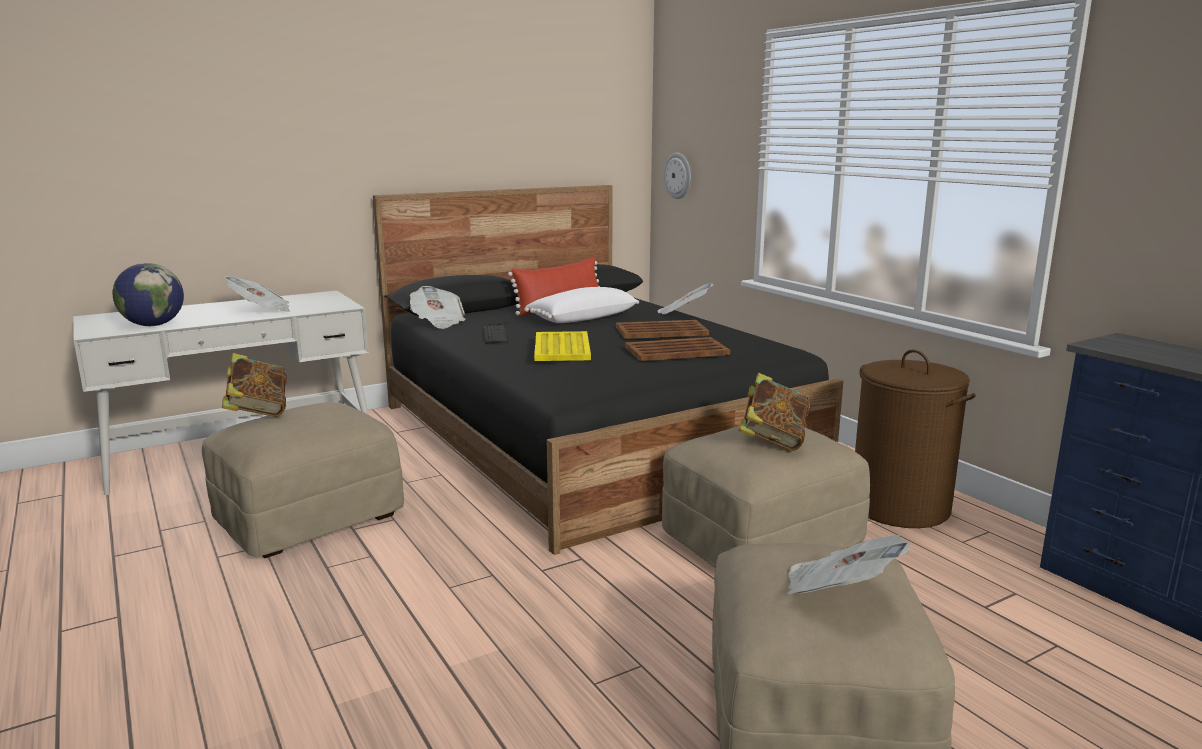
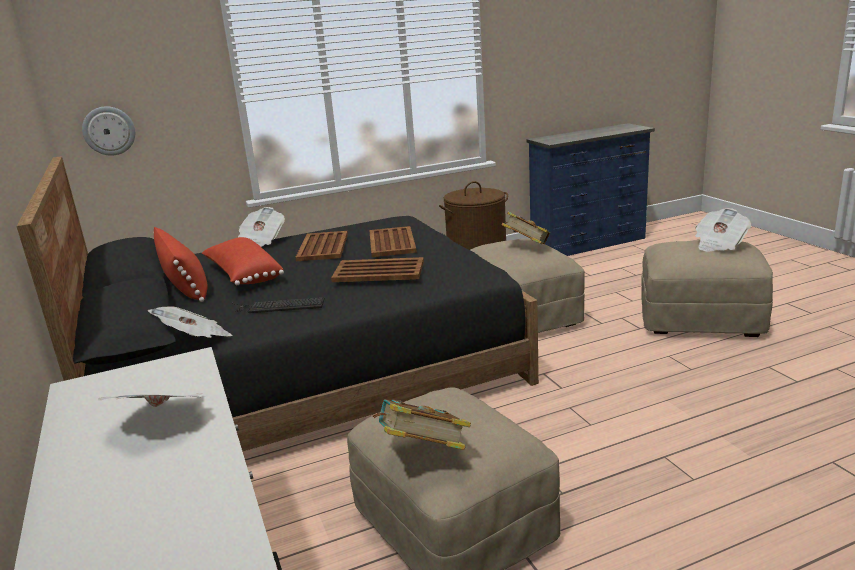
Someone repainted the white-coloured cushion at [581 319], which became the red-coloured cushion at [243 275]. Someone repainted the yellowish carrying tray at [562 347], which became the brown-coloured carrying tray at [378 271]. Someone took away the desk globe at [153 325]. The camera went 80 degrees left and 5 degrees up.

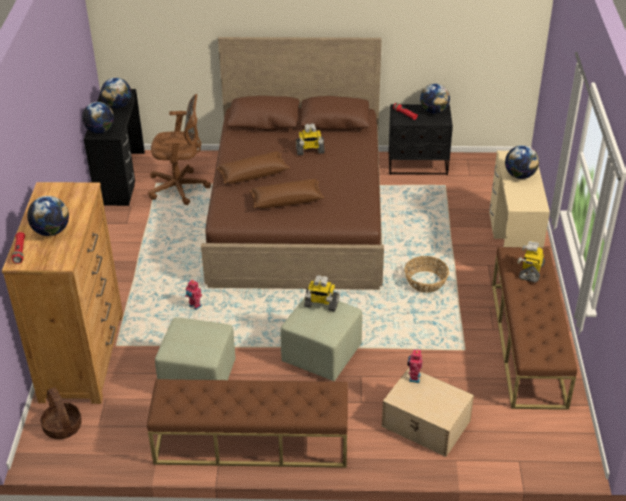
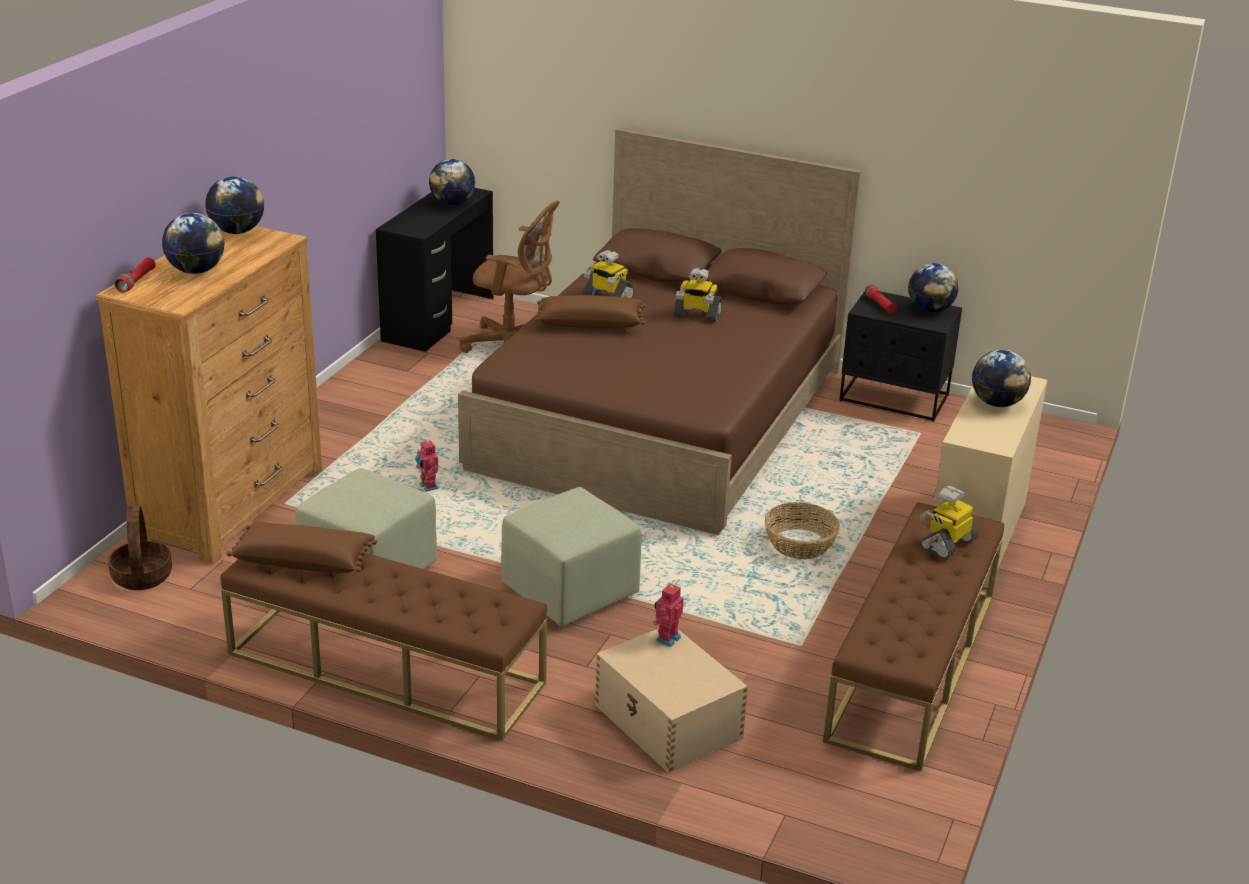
Someone carried the desk globe from [100 130] to [237 231]. Someone carried the brown-coloured cushion from [286 200] to [304 560]. Someone carried the model robot from [321 304] to [607 296]. The camera went 20 degrees right and 10 degrees down.

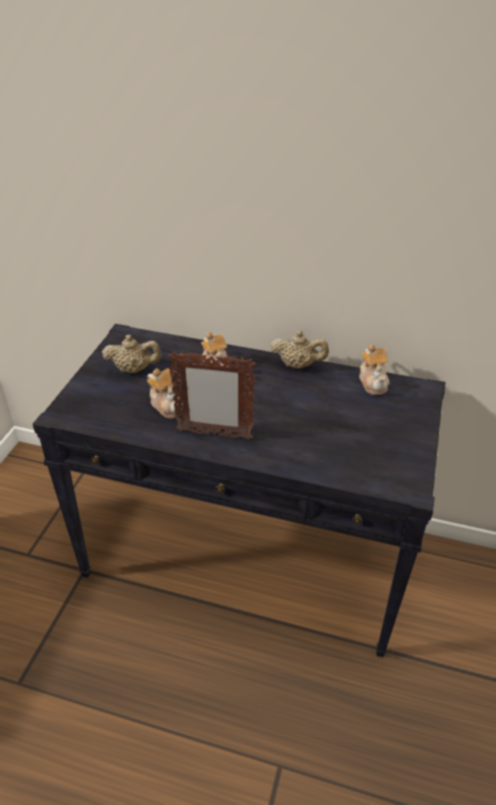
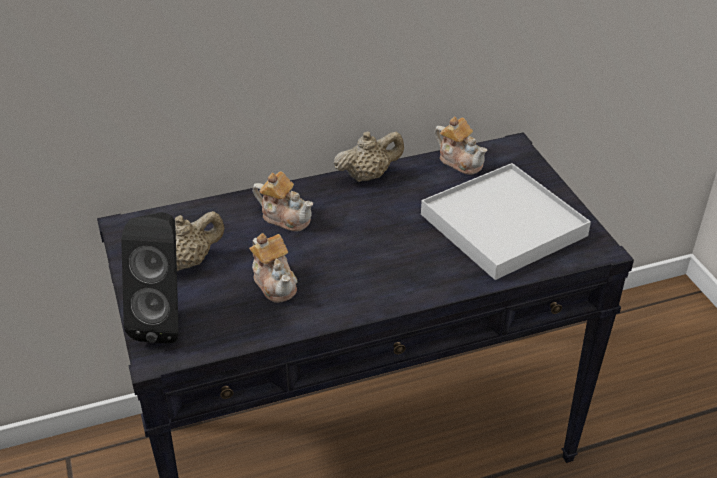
Someone put down the black speaker at [165 320]. Someone rotated the teapot at [167 405] by 45 degrees clockwise. Someone put down the white-coloured carrying tray at [502 225]. Someone took away the picture frame at [214 435]. The camera went 35 degrees left and 0 degrees up.

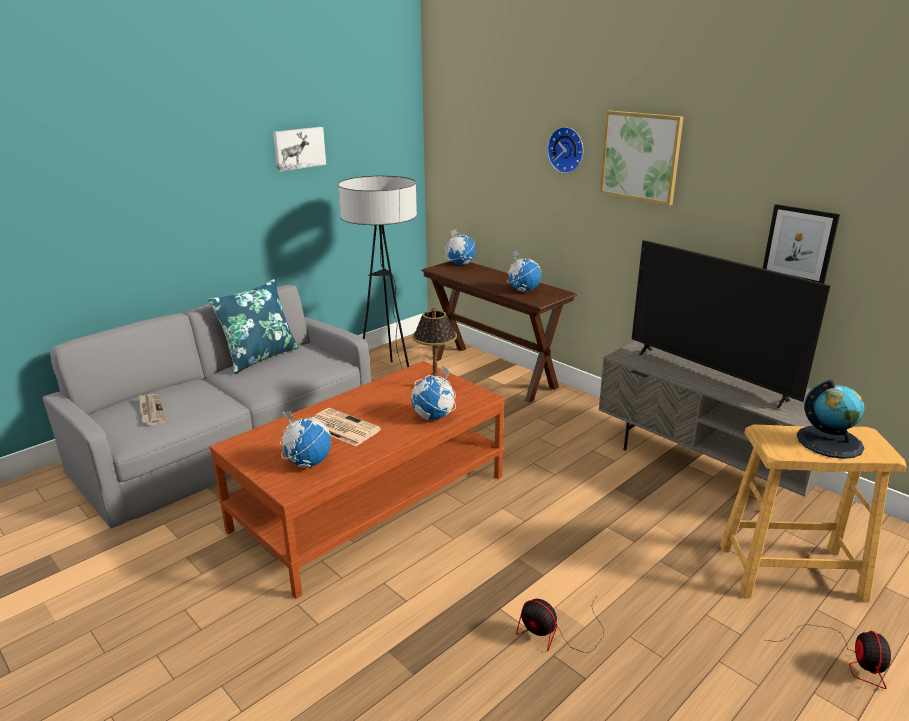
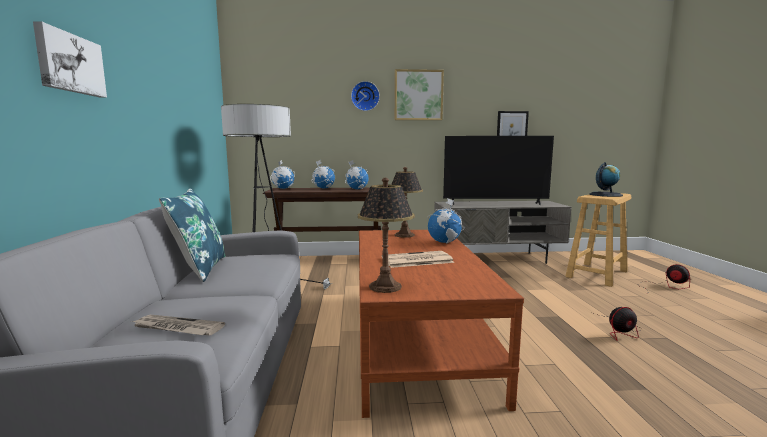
Someone carried the picture from [298 148] to [69 63]. Someone carried the desk globe from [308 462] to [323 188]. Someone put down the lamp for a table at [385 286]. The camera went 50 degrees left and 15 degrees down.

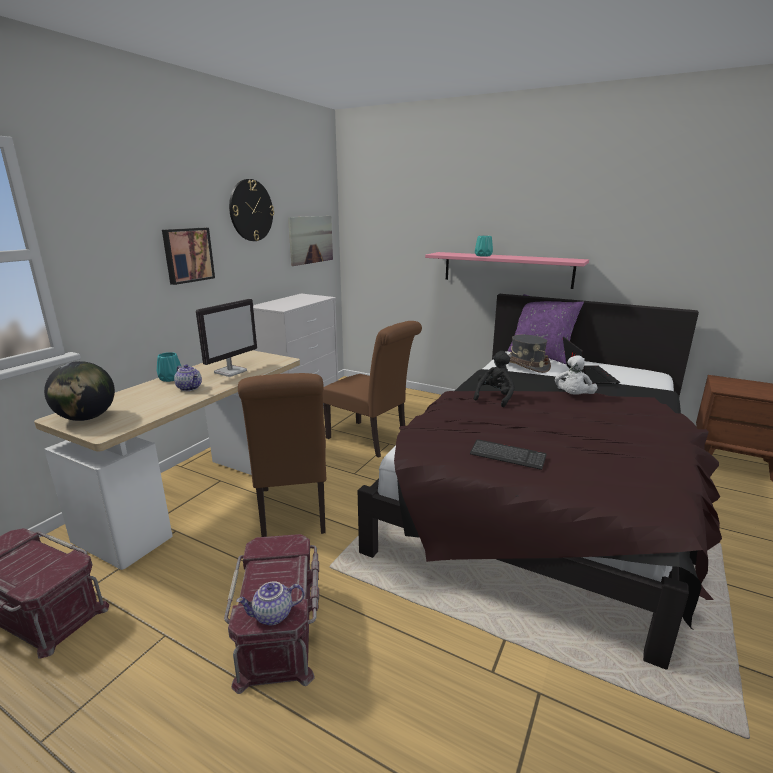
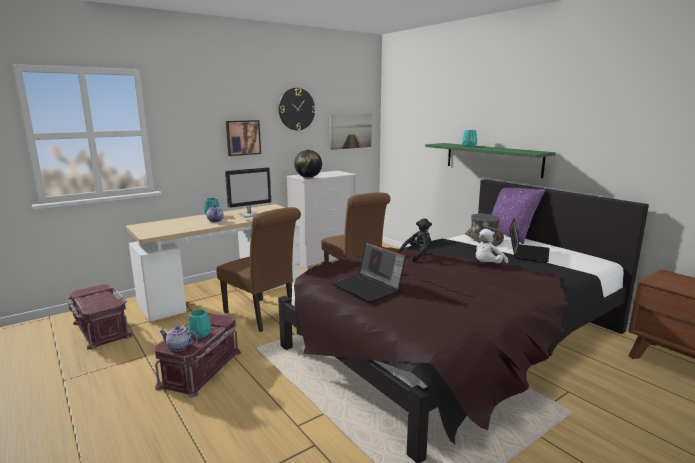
Someone put down the blue-green decorative vase at [201 334]. Someone rotated the brown-coloured upright chair at [293 513] by 60 degrees counterclockwise. Someone carried the desk globe from [87 418] to [308 177]. Someone swapped the keyboard at [507 456] for the laptop at [369 288]. Someone repainted the pinkish shelf at [507 269], which became the green shelf at [492 159]. The camera went 25 degrees right and 5 degrees down.

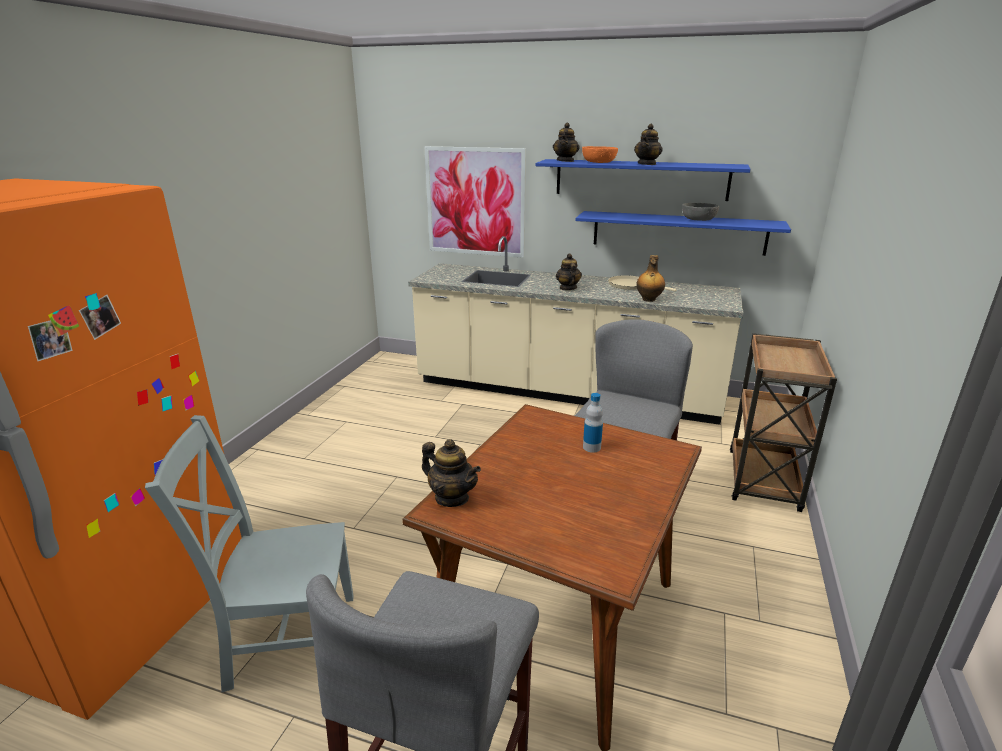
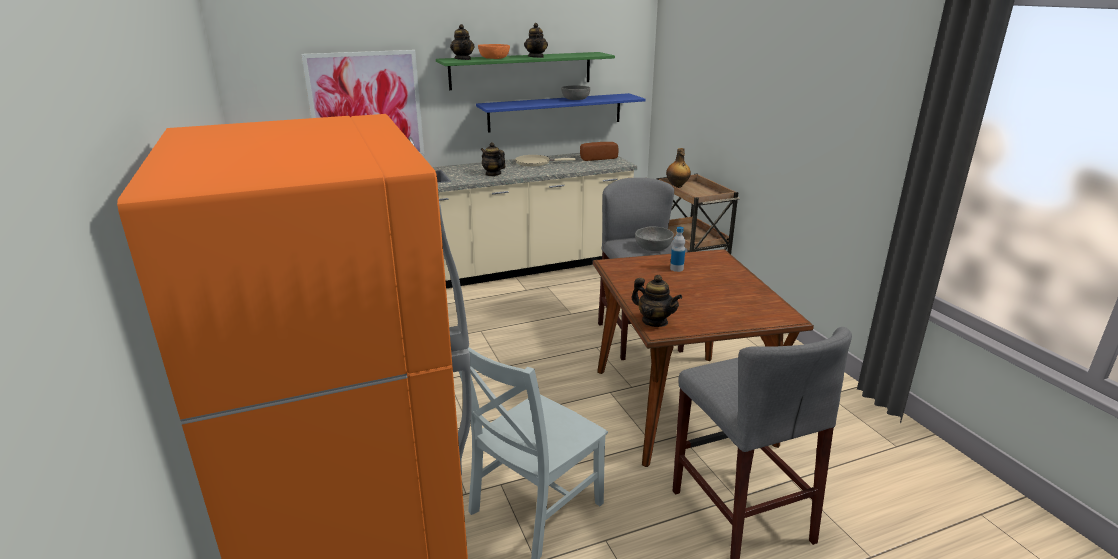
Someone repainted the blue-coloured shelf at [640 179], which became the green shelf at [521 70]. Someone put down the bread at [597 158]. Someone rotated the teapot at [452 497] by 45 degrees clockwise. Someone put down the grey deep dish at [653 247]. Someone carried the bottle from [648 300] to [677 186]. The camera went 40 degrees left and 0 degrees up.

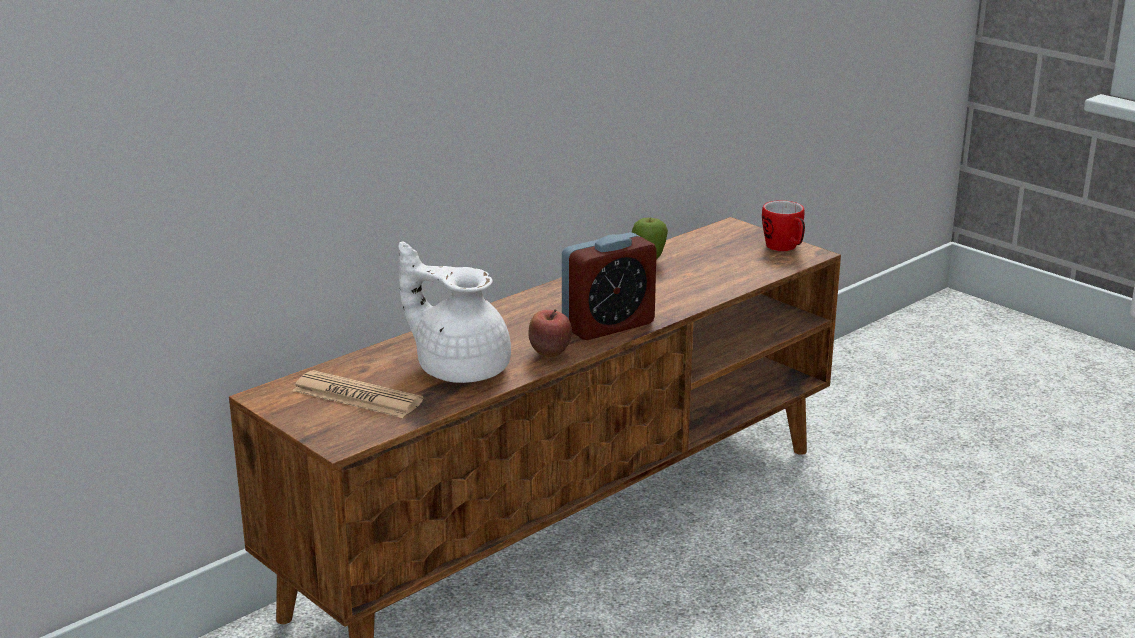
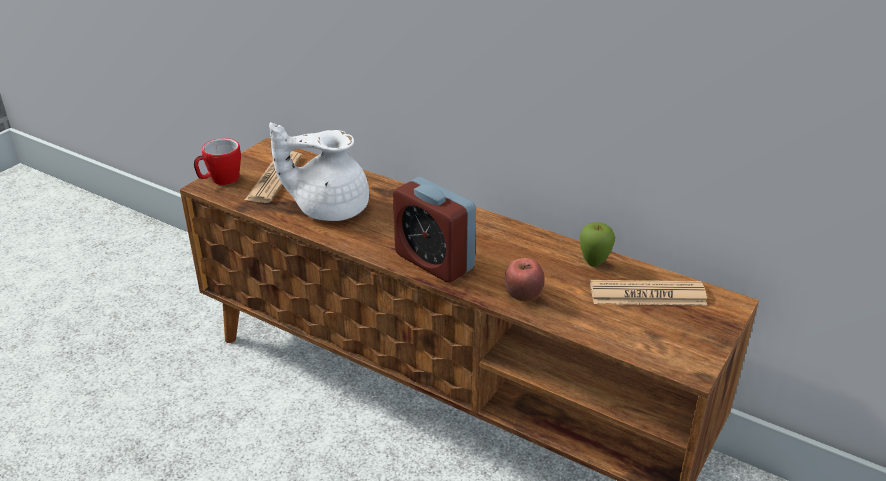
Someone carried the tea mug from [785 248] to [220 181]. Someone rotated the white-coloured teapot at [460 368] by 105 degrees counterclockwise. Someone carried the apple fruit from [549 354] to [523 297]. Someone put down the daily paper at [647 294]. The camera went 75 degrees right and 10 degrees up.

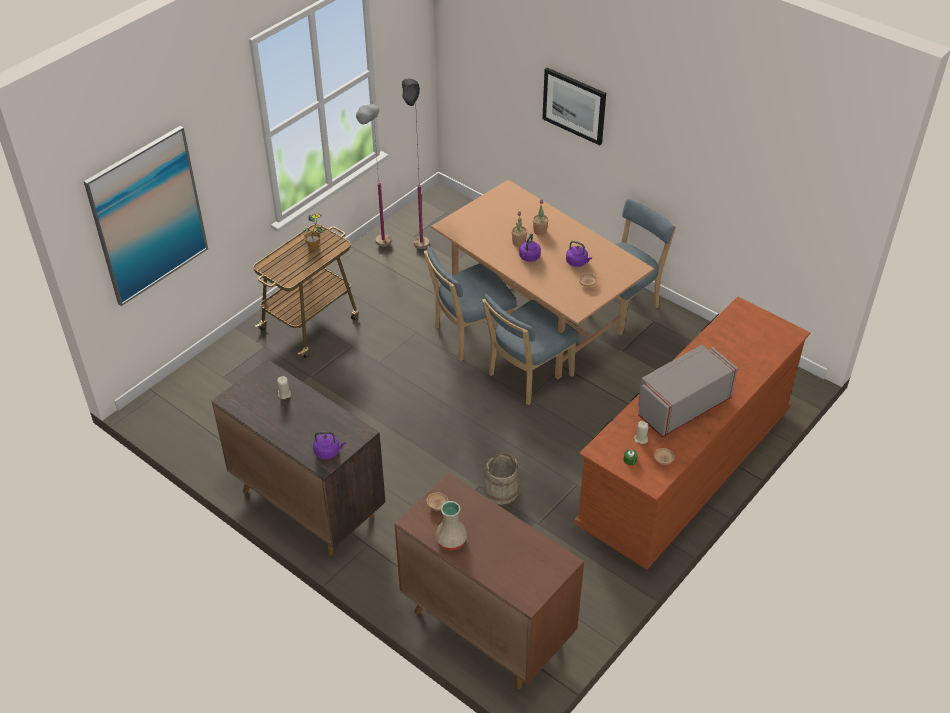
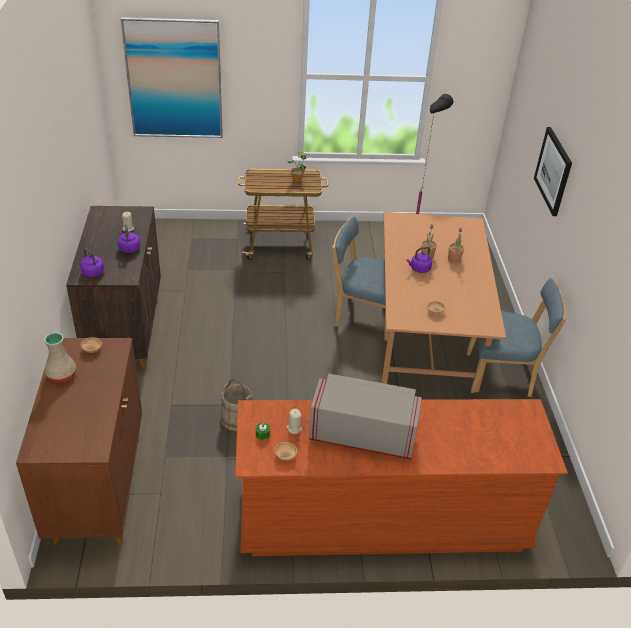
Someone carried the purple tea kettle from [577 262] to [129 249]. Someone took away the grey floor lamp at [380 253]. Someone took away the blue-coloured upright chair at [527 377]. The camera went 45 degrees right and 5 degrees down.

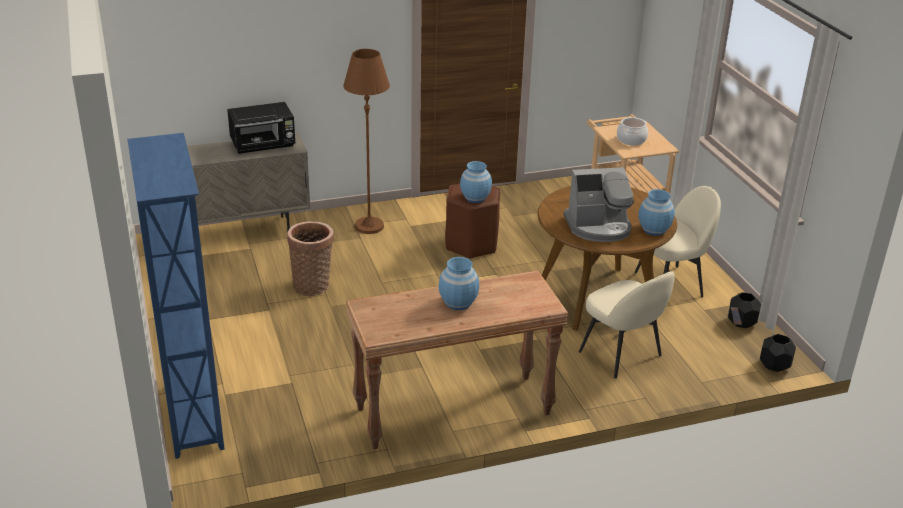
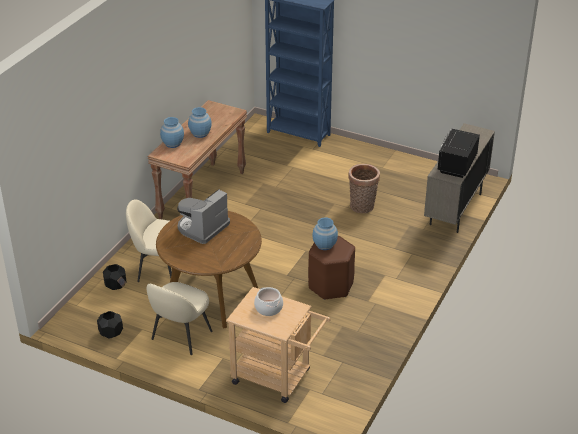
Someone carried the black planter from [774 366] to [116 285]. Someone carried the blue-coloured decorative vase from [654 229] to [172 143]. Someone took away the brown-coloured floor lamp at [369 226]. The camera went 135 degrees right and 5 degrees up.

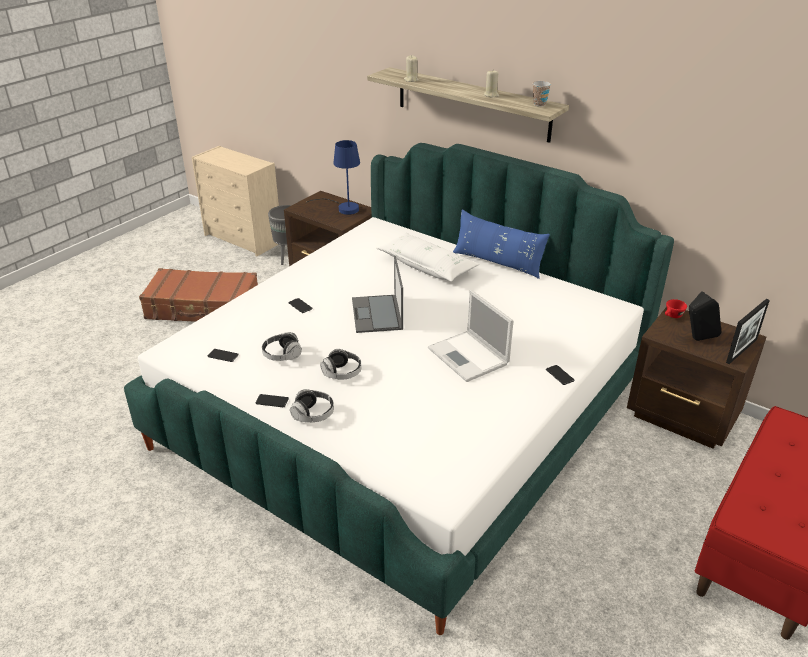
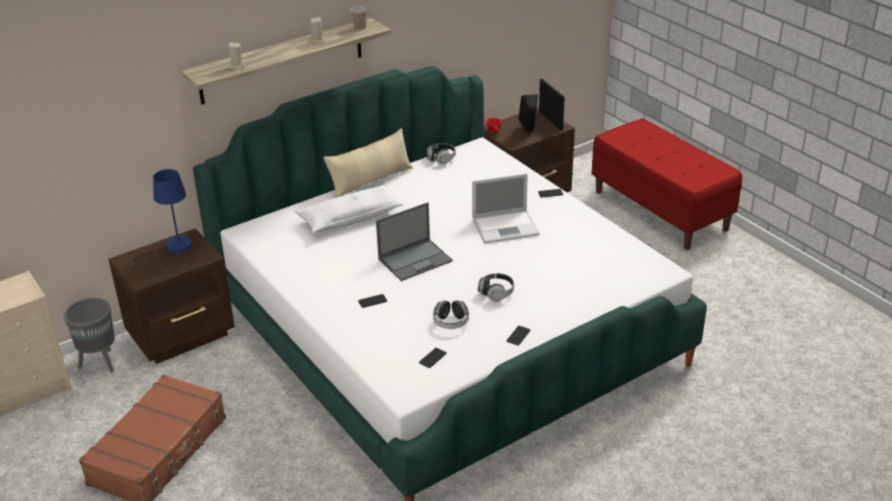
Someone repainted the blue-coloured cushion at [497 262], which became the beige cushion at [371 181]. Someone rotated the laptop at [377 314] by 45 degrees counterclockwise. Someone carried the headphones from [313 414] to [441 159]. The camera went 70 degrees left and 0 degrees up.

